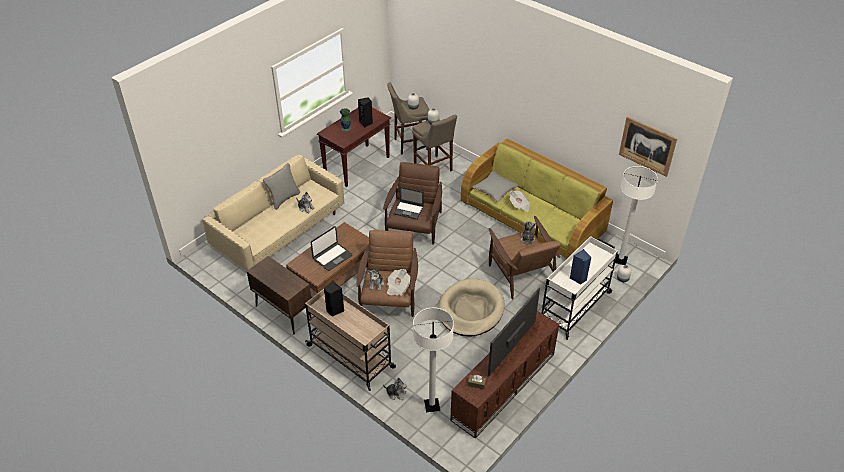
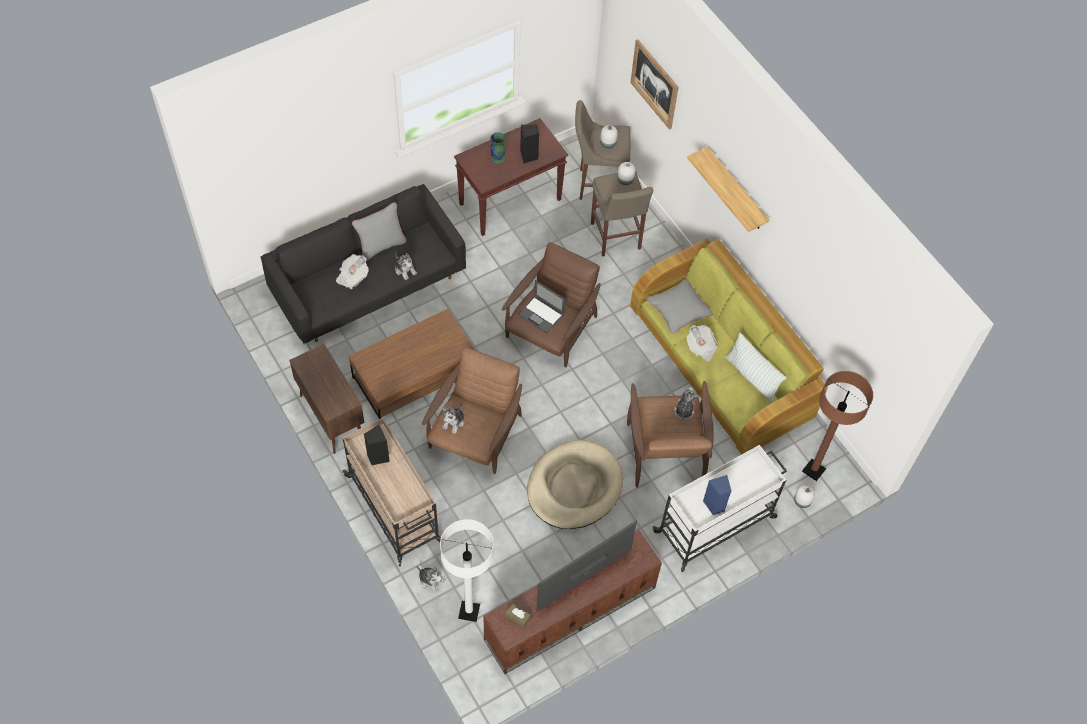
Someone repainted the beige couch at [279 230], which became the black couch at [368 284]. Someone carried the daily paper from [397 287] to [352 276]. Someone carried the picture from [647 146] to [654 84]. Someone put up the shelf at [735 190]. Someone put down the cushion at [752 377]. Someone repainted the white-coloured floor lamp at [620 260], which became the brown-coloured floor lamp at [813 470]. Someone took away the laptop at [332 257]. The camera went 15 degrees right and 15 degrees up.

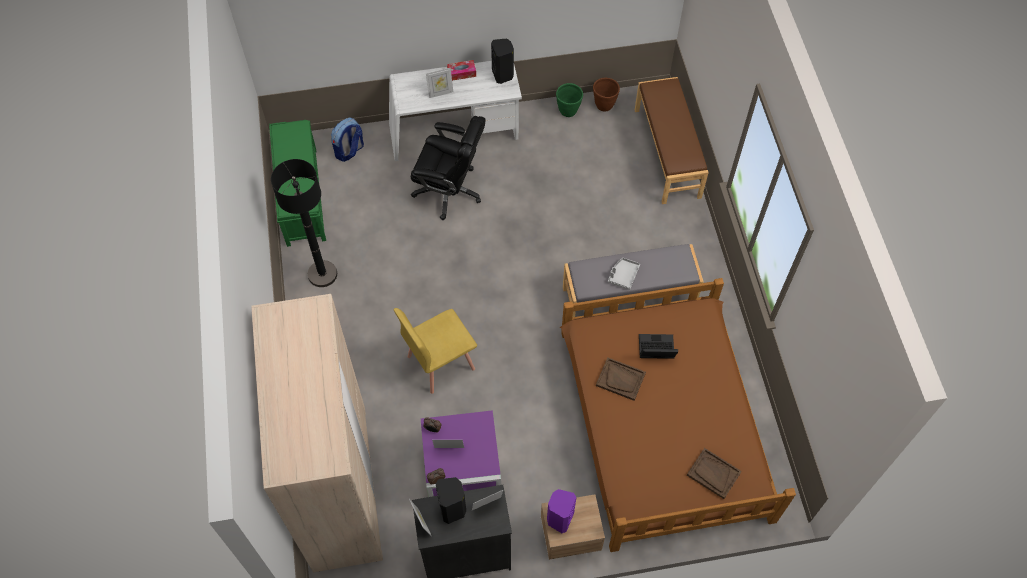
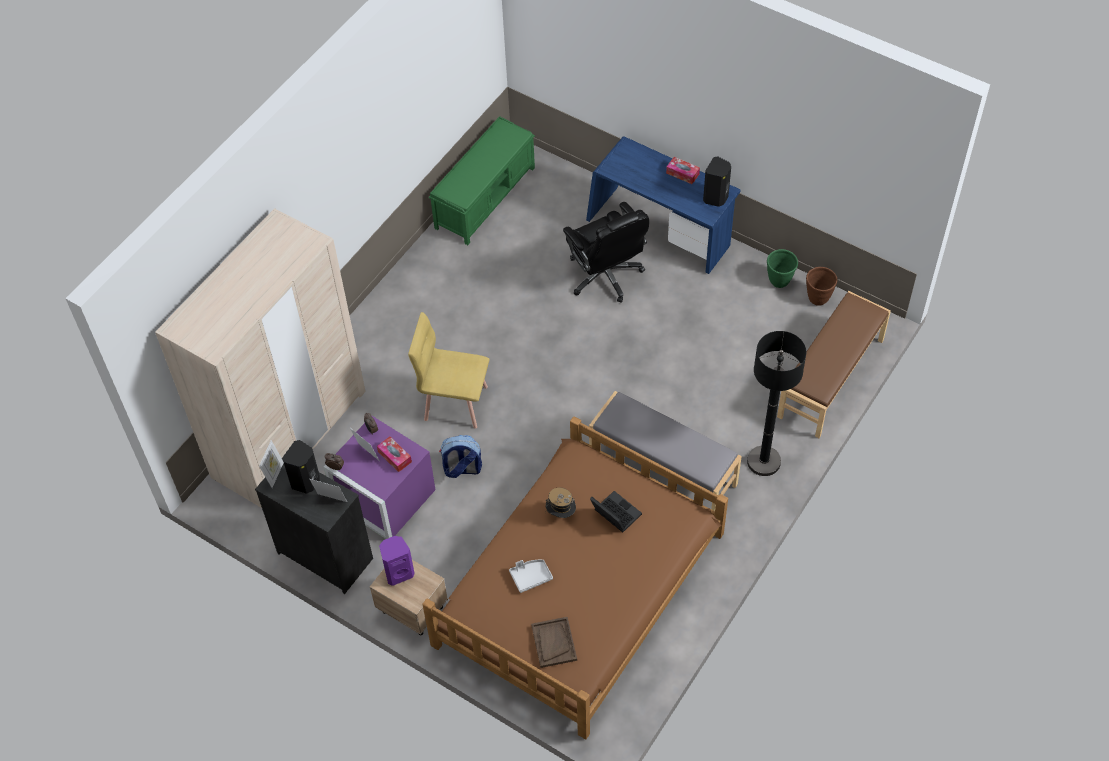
Someone put down the tissue box at [394 457]. Someone carried the rucksack from [349 151] to [462 469]. Someone carried the grey carrying tray from [623 275] to [530 577]. Someone swapped the brown-coloured carrying tray at [620 379] for the clothing hat at [560 513]. Someone repainted the white-coloured desk table at [454 133], which became the blue-coloured desk table at [660 232]. Someone carried the black floor lamp from [322 274] to [763 461]. Someone took away the picture frame at [440 93]. The camera went 45 degrees right and 5 degrees down.

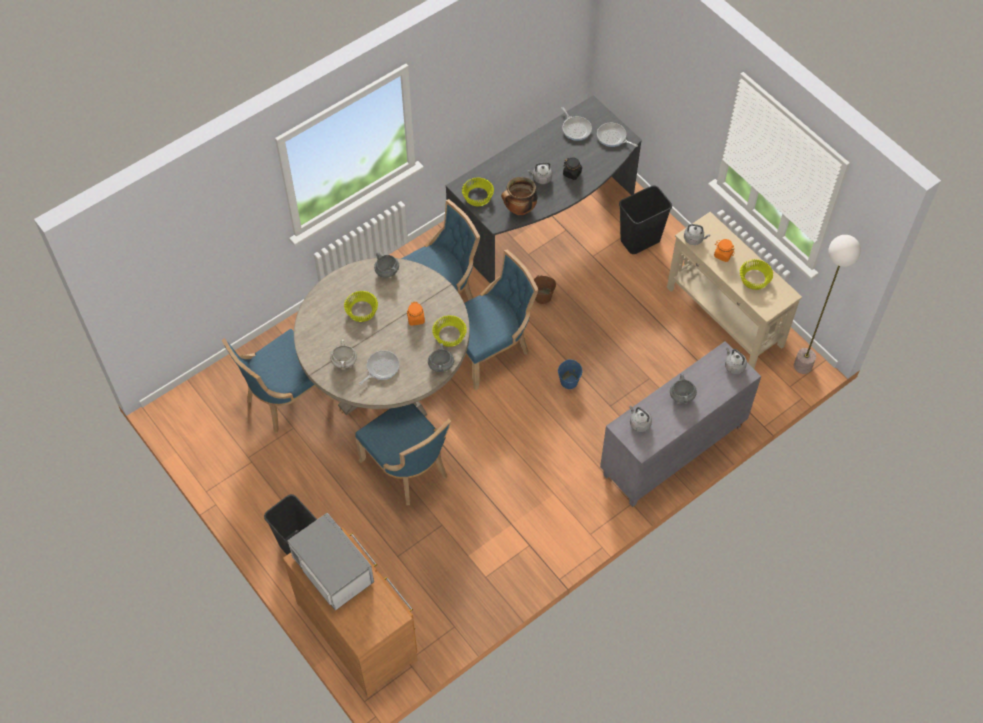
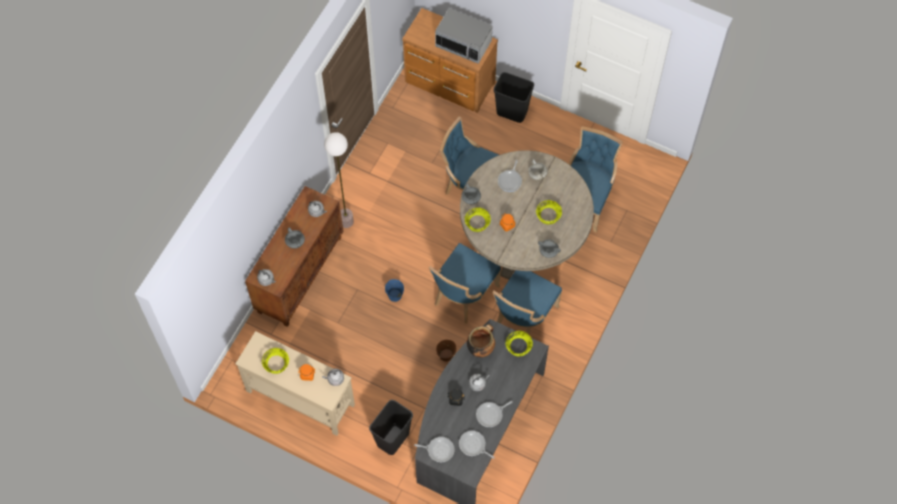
Someone repainted the grey cabinet at [672 452], which became the brown-coloured cabinet at [299 274]. Someone carried the floor lamp from [803 366] to [346 222]. Someone put down the skillet at [490 415]. The camera went 155 degrees right and 5 degrees up.

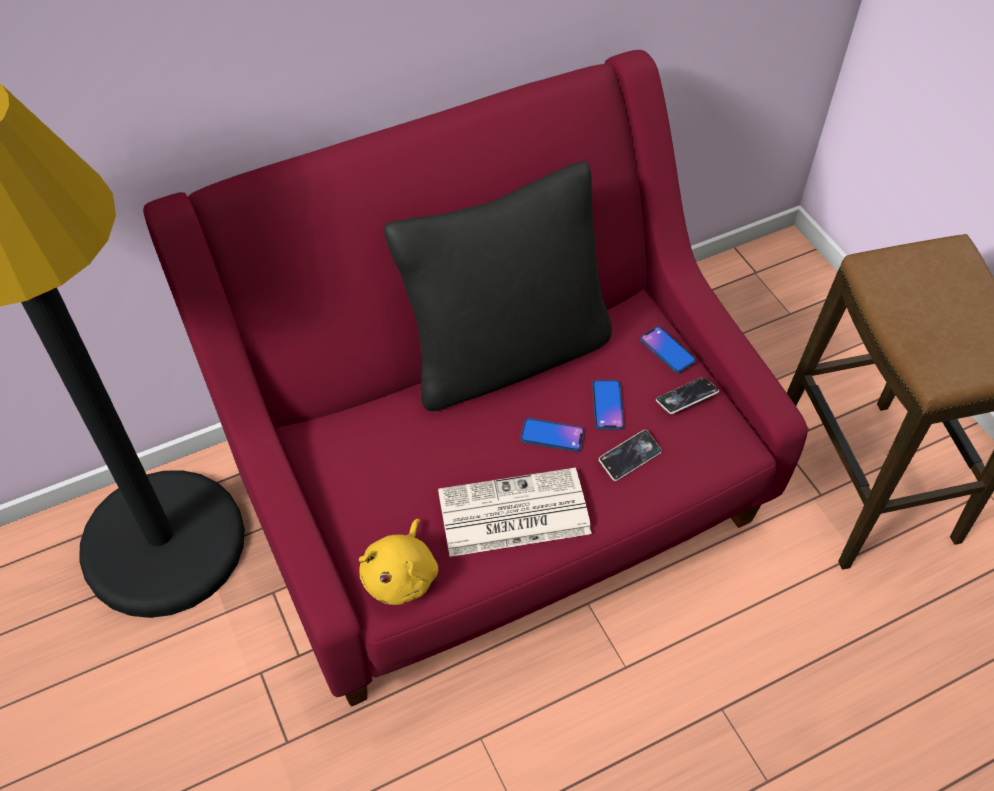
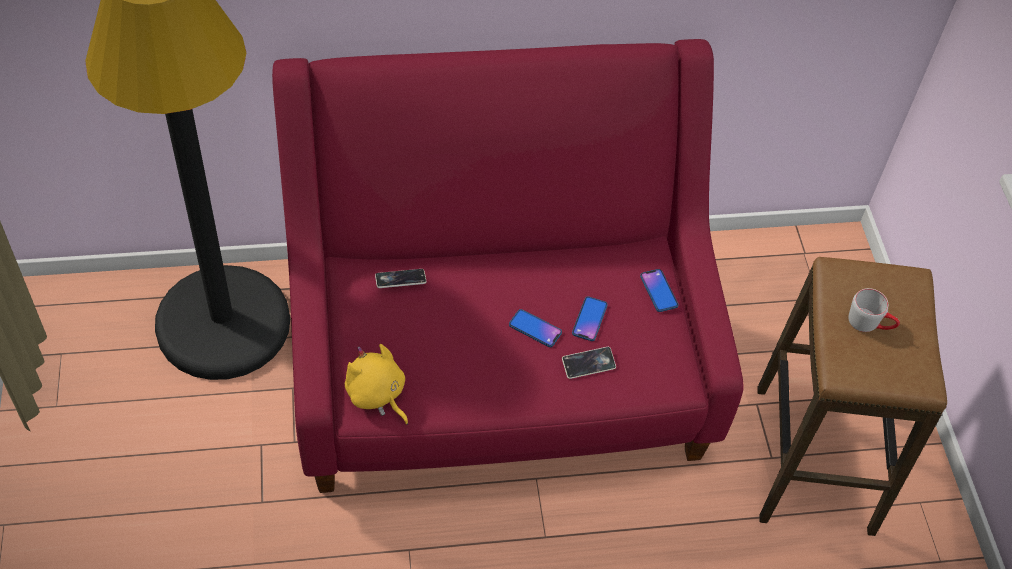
Someone rotated the yellowish plush toy at [401 575] by 105 degrees clockwise. Someone carried the handset from [686 398] to [400 280]. Someone put down the grey tea mug at [870 323]. Someone took away the black cushion at [506 354]. Someone took away the daily paper at [512 514]. The camera went 15 degrees right and 0 degrees up.

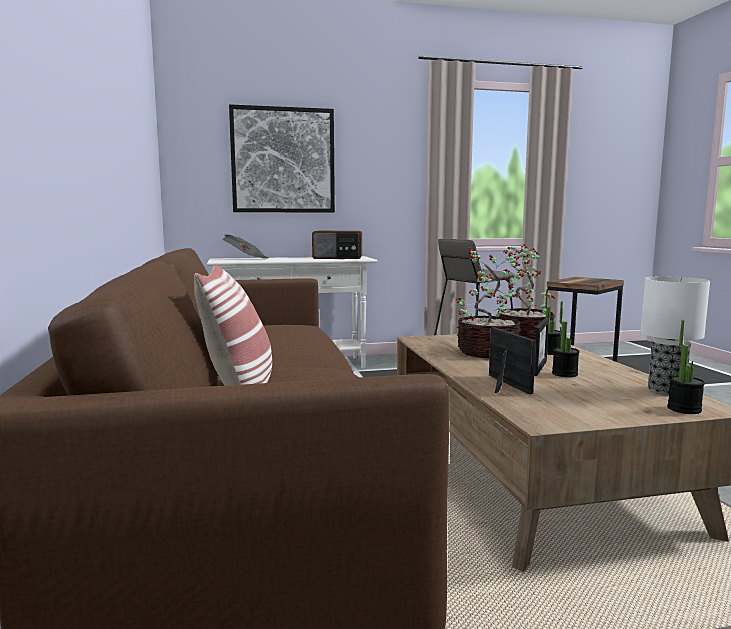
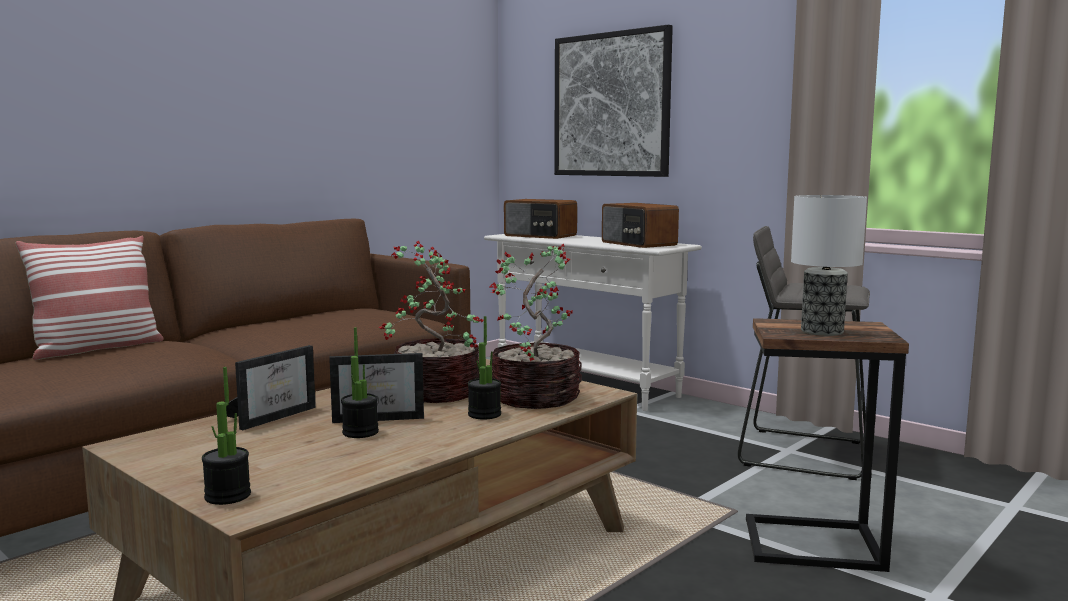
Someone swapped the daily paper at [246 259] for the radio receiver at [540 236]. Someone carried the lamp for a table from [665 390] to [822 331]. The camera went 55 degrees right and 0 degrees up.

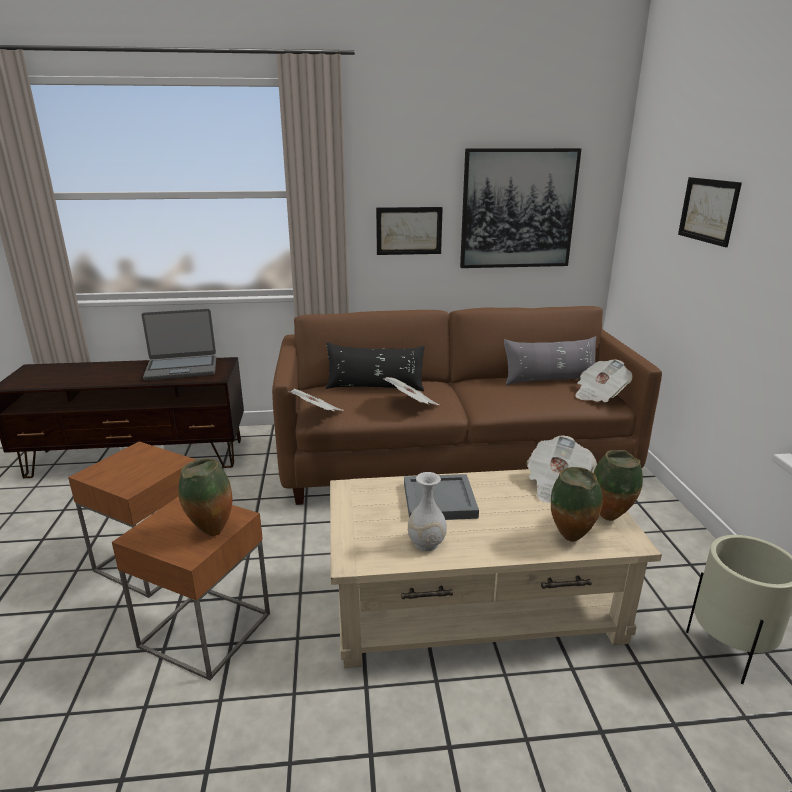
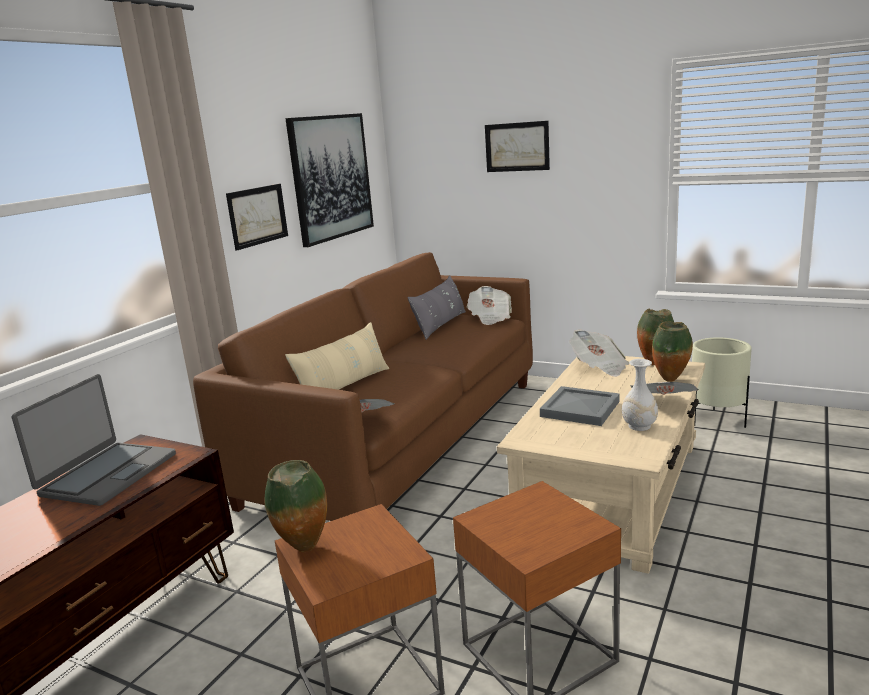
Someone carried the decorative vase from [211 533] to [304 550]. Someone repainted the black cushion at [375 387], which became the beige cushion at [344 386]. Someone carried the daily paper from [411 405] to [663 405]. The camera went 55 degrees left and 5 degrees down.

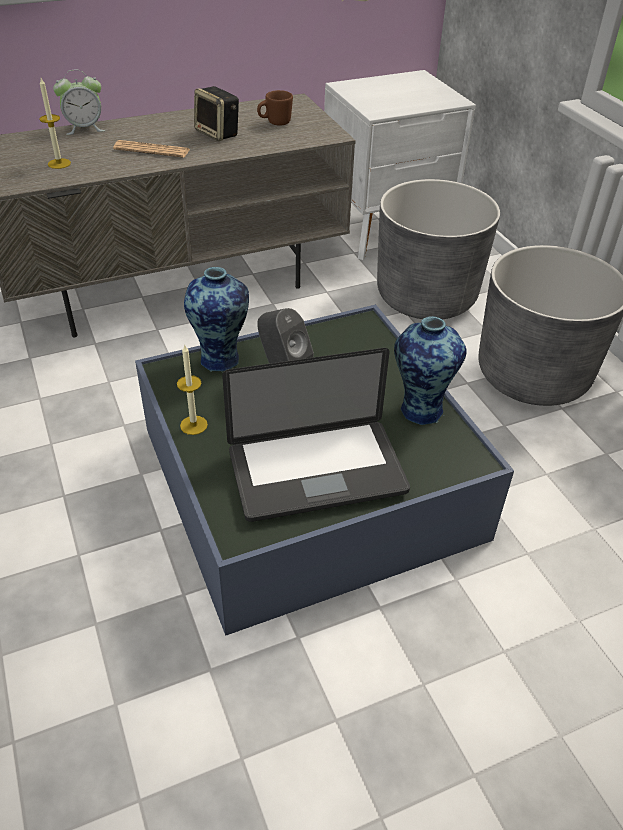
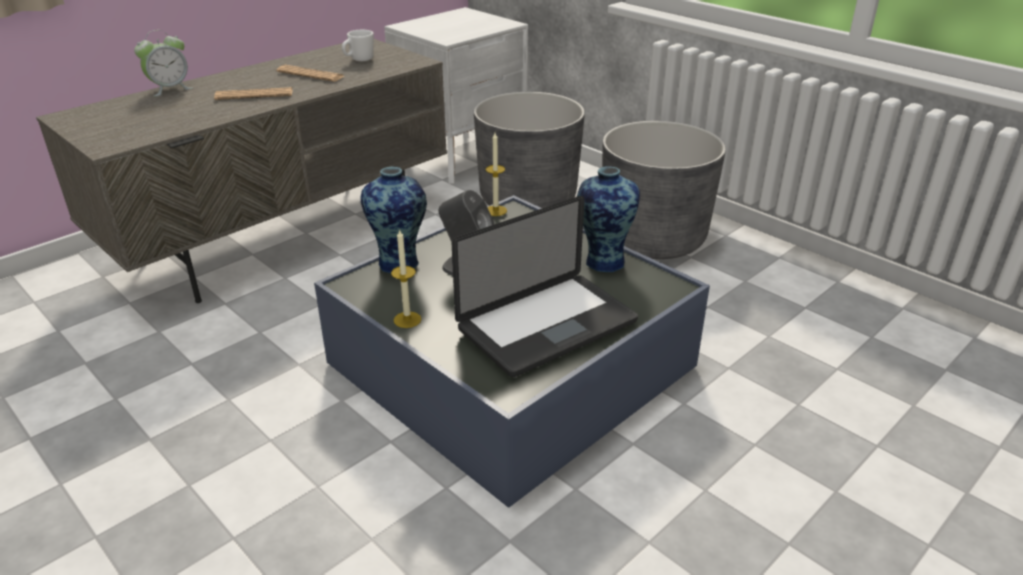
Someone swapped the speaker at [218 133] for the daily paper at [310 74]. Someone repainted the brown-coloured tea mug at [275 123], which became the white-coloured tea mug at [359 60]. Someone carried the wax candle from [59 163] to [495 210]. The camera went 20 degrees left and 10 degrees down.

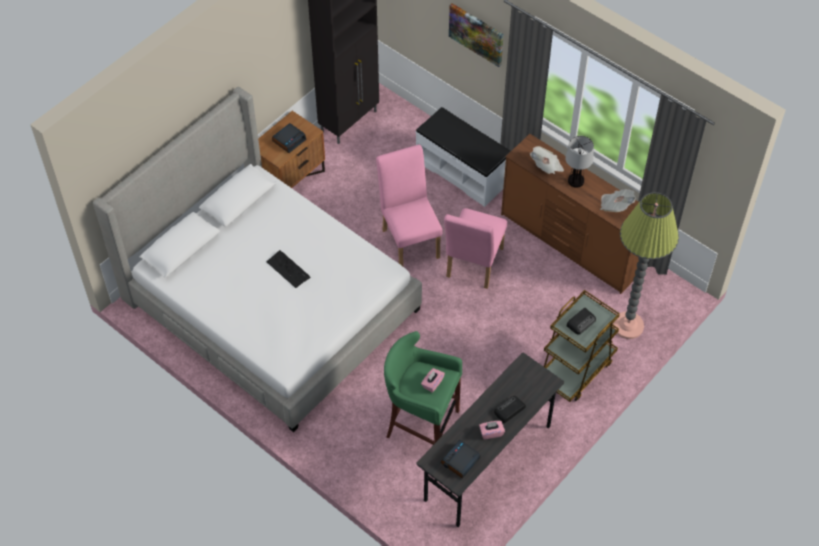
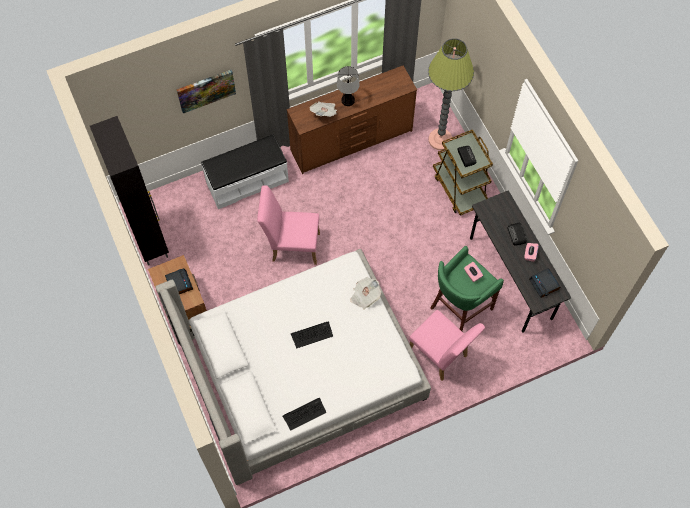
Someone put down the keyboard at [304 414]. Someone carried the daily paper from [615 206] to [364 296]. Someone carried the pinkish upright chair from [472 266] to [440 356]. The camera went 65 degrees left and 10 degrees up.

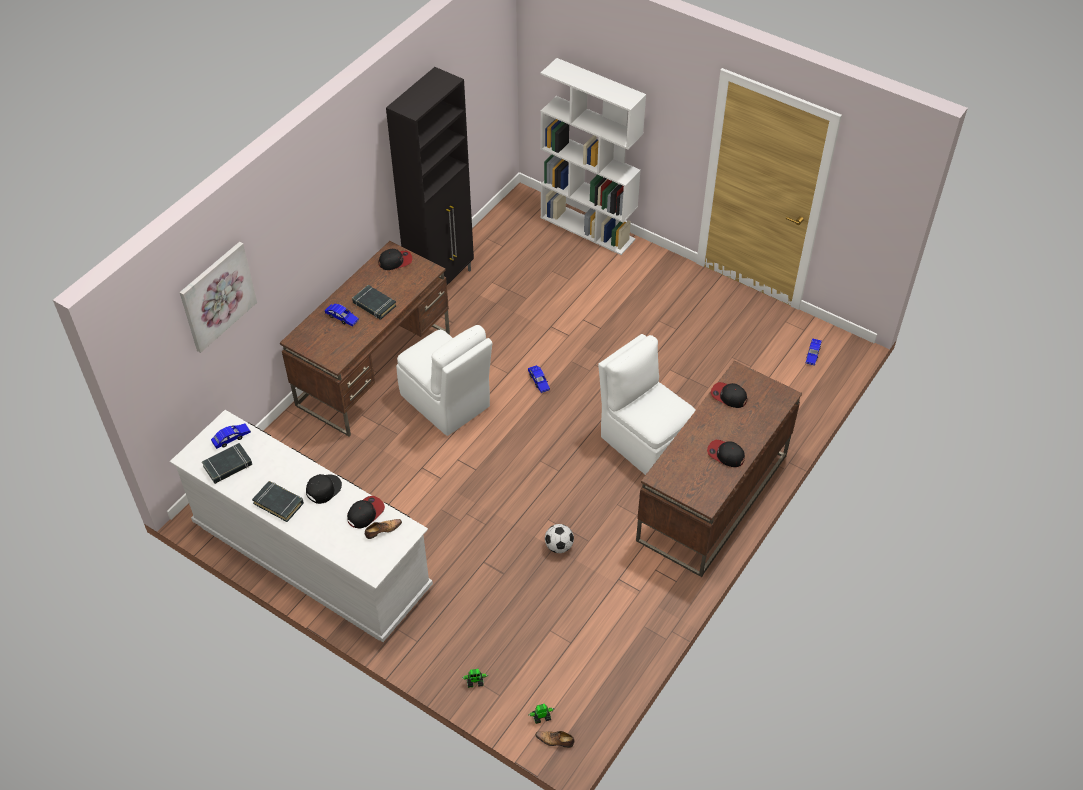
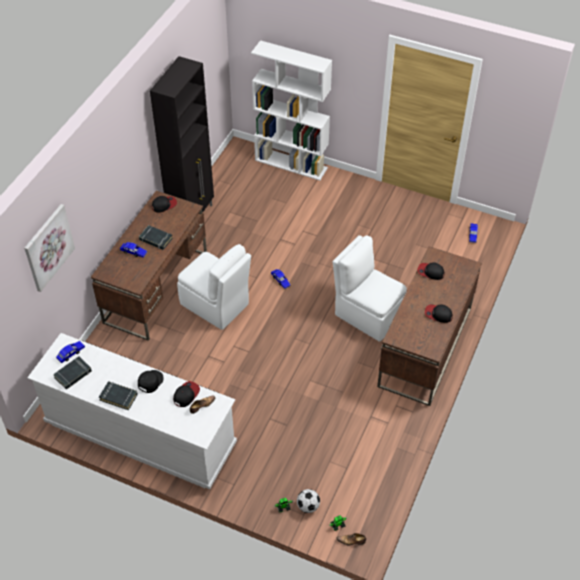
Someone carried the football ball from [559 546] to [308 506]. The camera went 10 degrees left and 0 degrees up.

